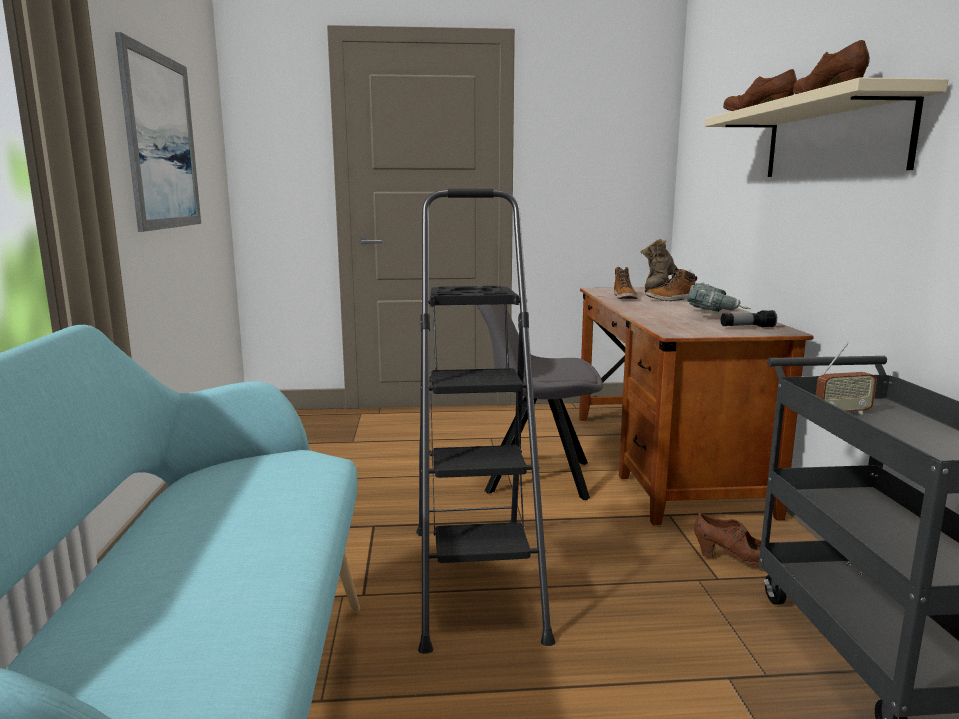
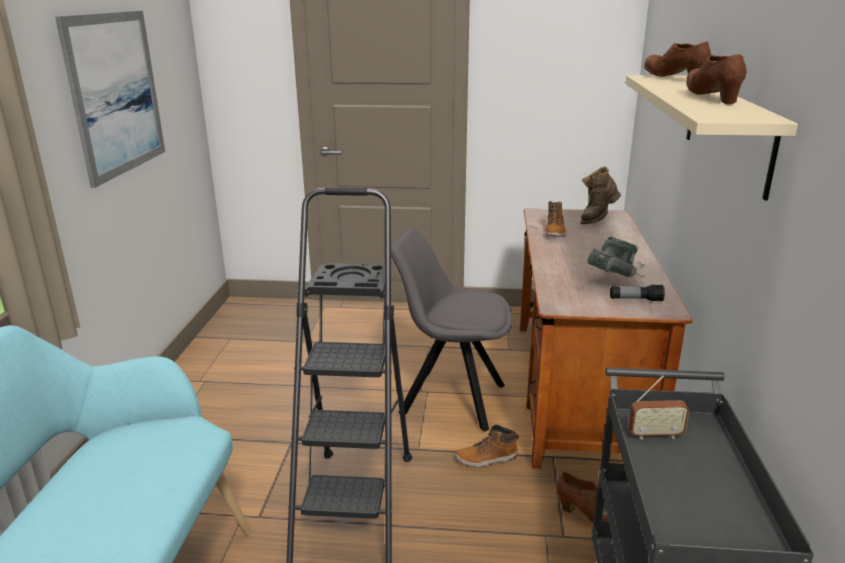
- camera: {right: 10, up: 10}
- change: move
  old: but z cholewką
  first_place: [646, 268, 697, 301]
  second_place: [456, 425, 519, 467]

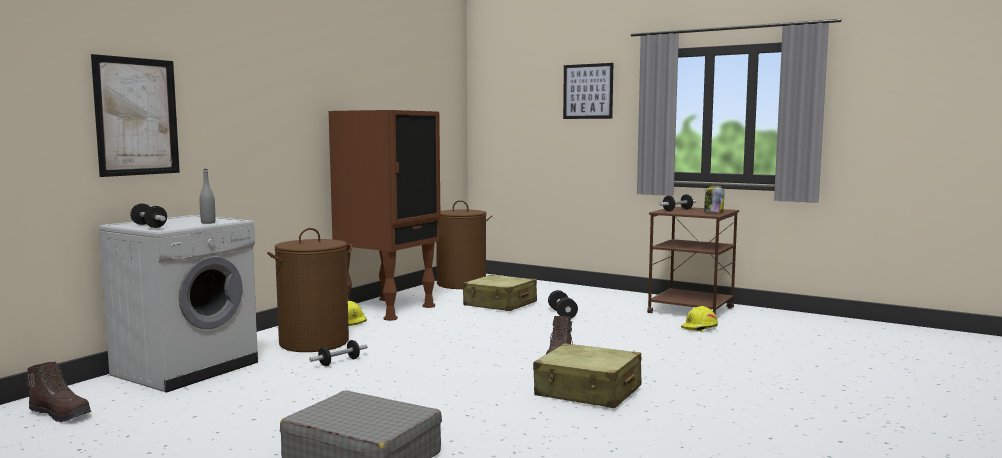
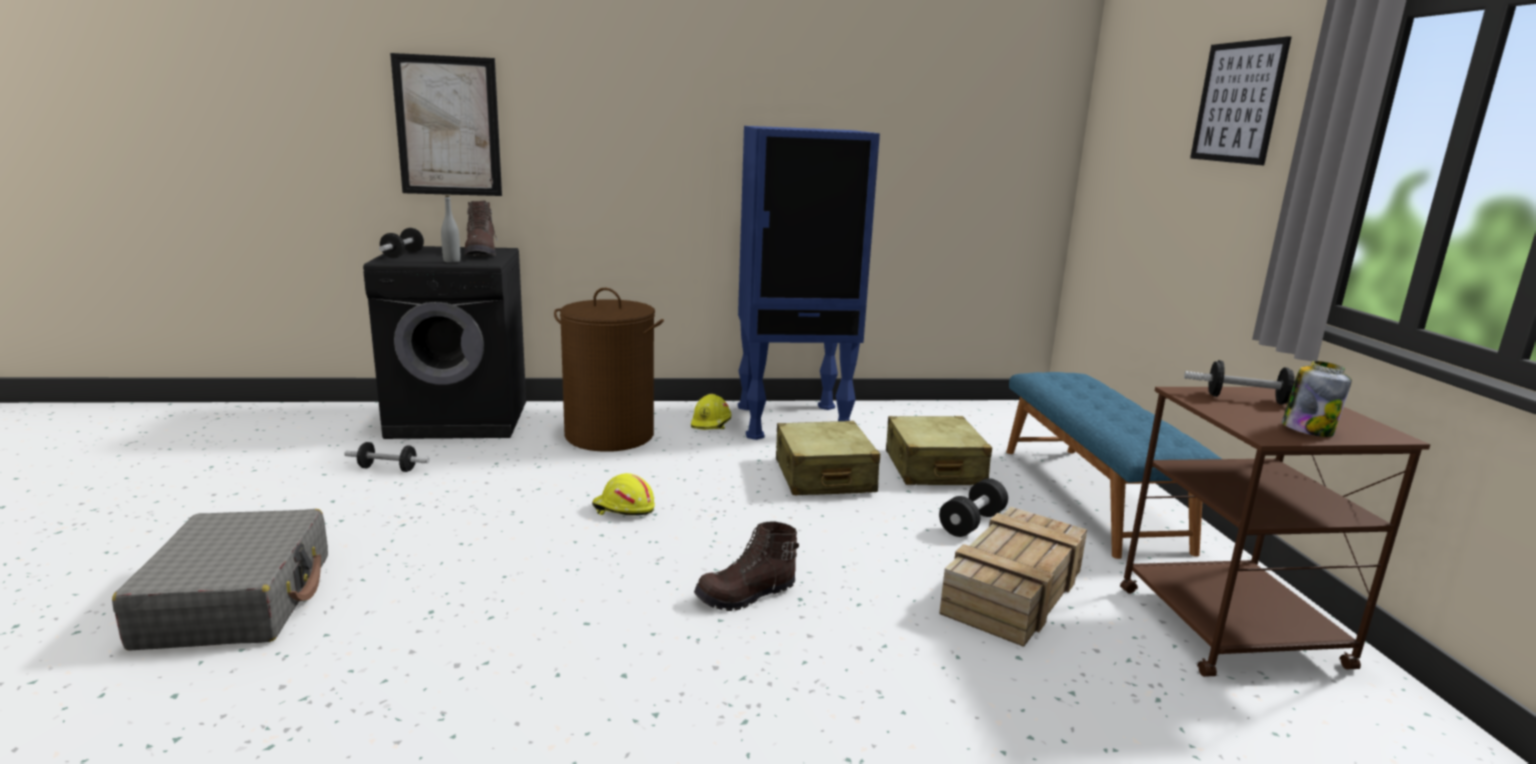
- camera: {right: 50, up: 10}
- change: move
  old: hantel
  first_place: [309, 340, 367, 366]
  second_place: [344, 442, 430, 472]
- change: recolor
  old: pralka (biały)
  new: pralka (czarny)
  first_place: [99, 215, 258, 393]
  second_place: [363, 246, 526, 439]
- change: move
  old: but z cholewką (brązowy)
  first_place: [25, 361, 91, 422]
  second_place: [465, 201, 498, 256]
- change: move
  old: kask (żółty)
  first_place: [681, 306, 718, 332]
  second_place: [592, 473, 655, 515]
- change: recolor
  old: szafka (brązowy)
  new: szafka (niebieski)
  first_place: [329, 110, 440, 321]
  second_place: [738, 126, 880, 440]
- change: move
  old: walizka (beżowy)
  first_place: [533, 343, 642, 408]
  second_place: [776, 421, 880, 495]
- change: insert
  new: skrzynka
  second_place: [939, 507, 1087, 647]
- change: insert
  new: ławka (niebieski)
  second_place: [1006, 372, 1222, 559]
- change: delete
  old: kosz na pranie (brązowy)
  first_place: [436, 200, 492, 289]

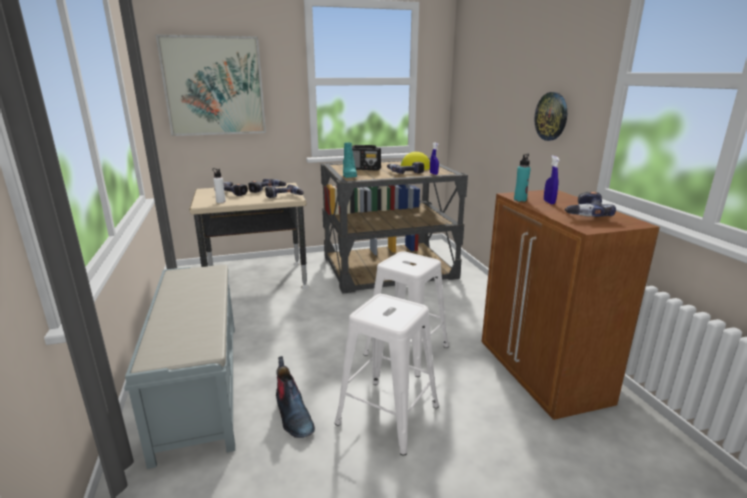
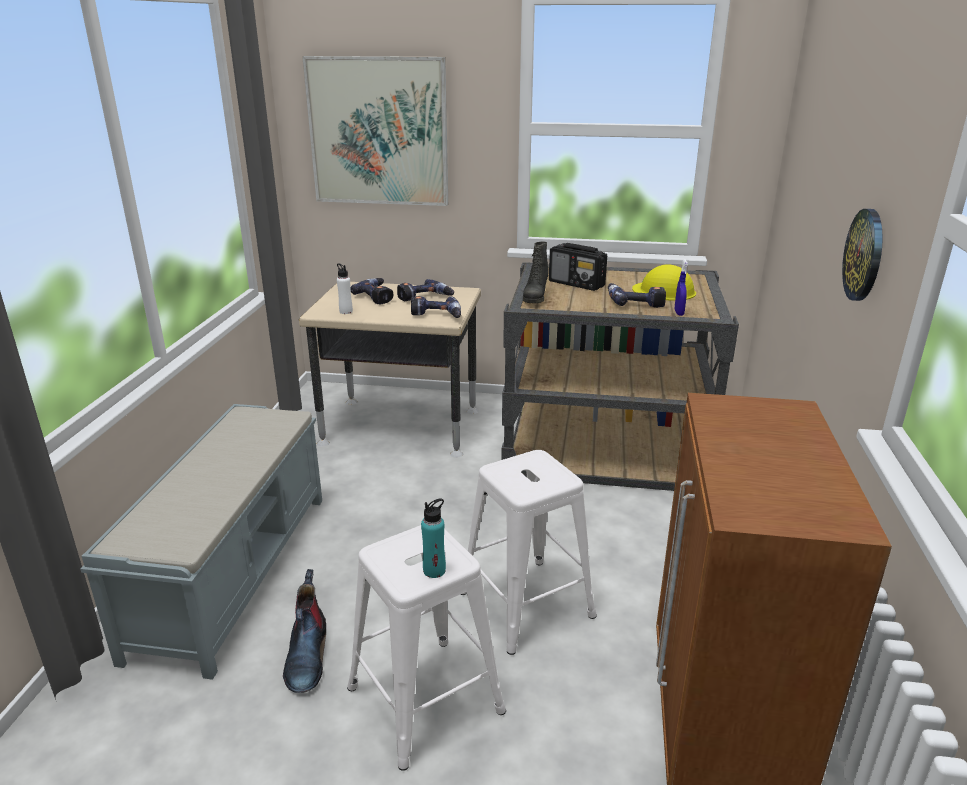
- camera: {right: 25, up: 5}
- change: move
  old: butelka (turkusowy)
  first_place: [514, 153, 531, 202]
  second_place: [421, 498, 446, 578]
- change: recolor
  old: but z cholewką (turkusowy)
  new: but z cholewką (czarny)
  first_place: [343, 143, 357, 178]
  second_place: [523, 241, 549, 303]
- change: delete
  old: spryskiwacz (niebieski)
  first_place: [544, 156, 559, 204]
- change: delete
  old: wiertarka
  first_place: [565, 192, 616, 217]

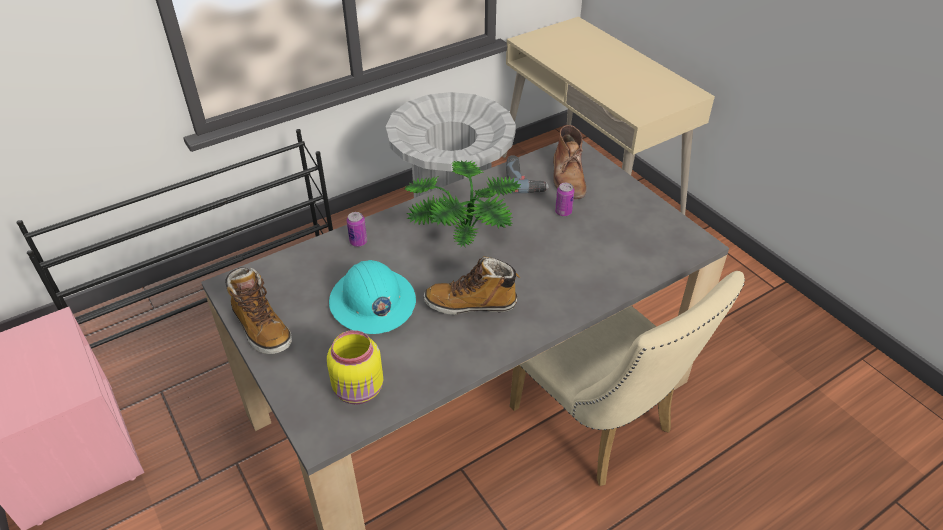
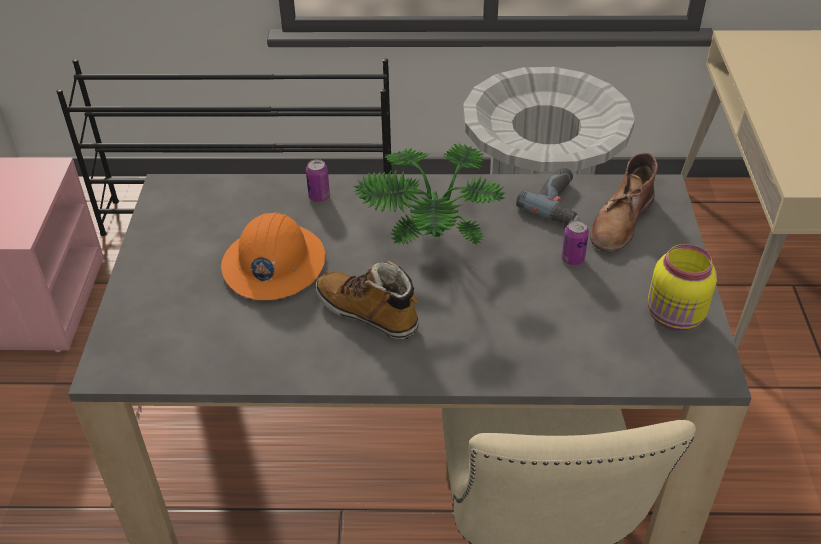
- camera: {right: 35, up: 0}
- change: recolor
  old: kask (turkusowy)
  new: kask (pomarańczowy)
  first_place: [329, 260, 416, 334]
  second_place: [221, 213, 325, 300]
- change: move
  old: słoik (żółty)
  first_place: [327, 330, 383, 405]
  second_place: [648, 244, 717, 331]
- change: delete
  old: but z cholewką
  first_place: [225, 267, 292, 354]

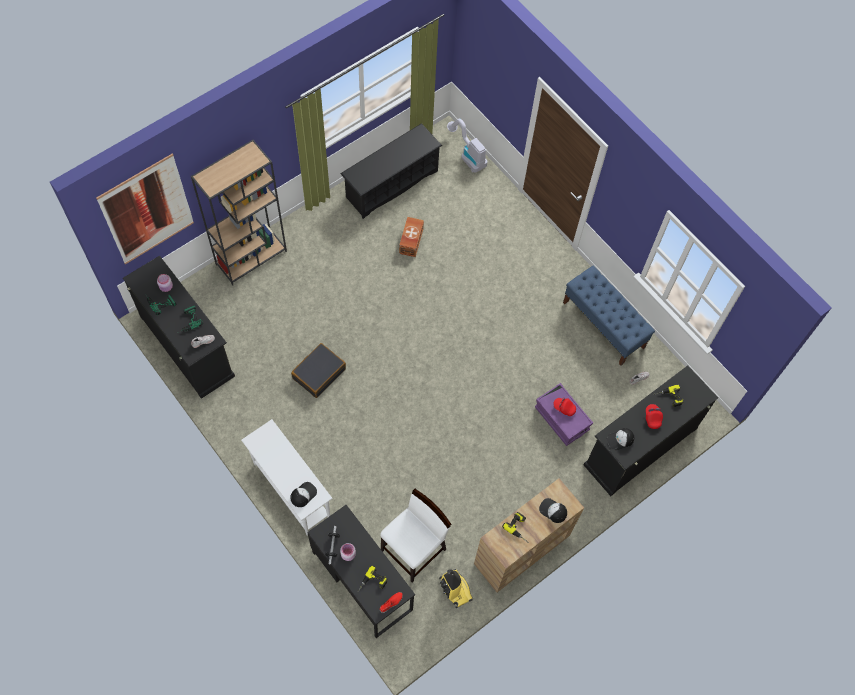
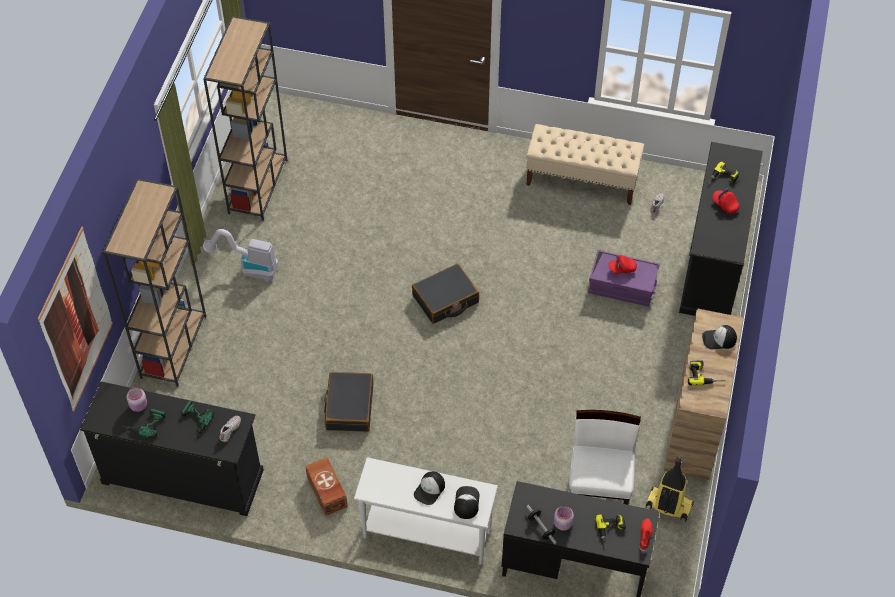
- camera: {right: -35, up: -10}
- change: replace
  old: regał na buty (czarny)
  new: regał
  first_place: [340, 123, 442, 219]
  second_place: [203, 16, 287, 221]
- change: move
  old: odkurzacz
  first_place: [447, 119, 487, 173]
  second_place: [203, 229, 279, 282]
- change: move
  old: pojemnik do przechowywania (brązowy)
  first_place: [399, 217, 424, 257]
  second_place: [305, 457, 348, 516]
- change: insert
  new: walizka (czarny)
  second_place: [412, 263, 479, 324]
- change: move
  old: czapka z daszkiem
  first_place: [607, 428, 634, 450]
  second_place: [414, 471, 445, 505]
- change: recolor
  old: ławka (niebieski)
  new: ławka (beżowy)
  first_place: [563, 265, 655, 366]
  second_place: [526, 124, 644, 205]

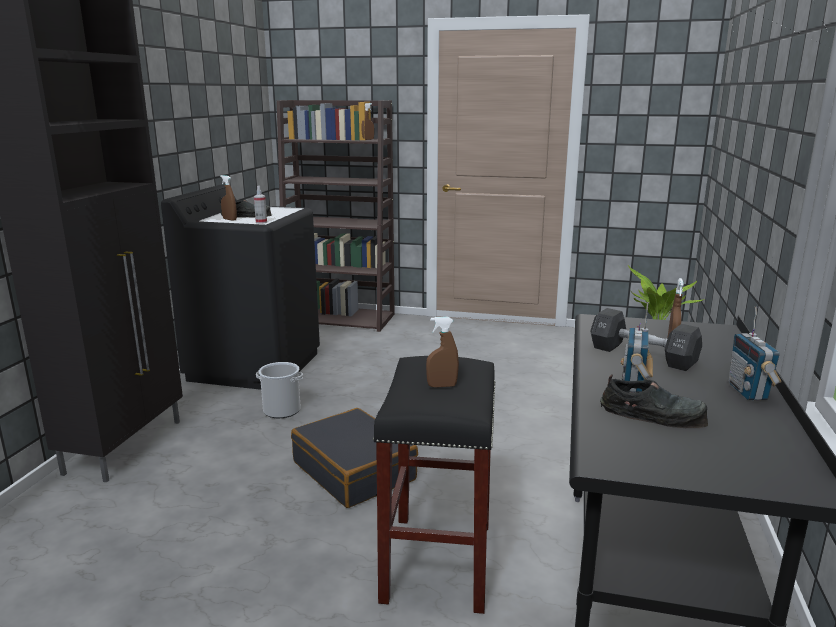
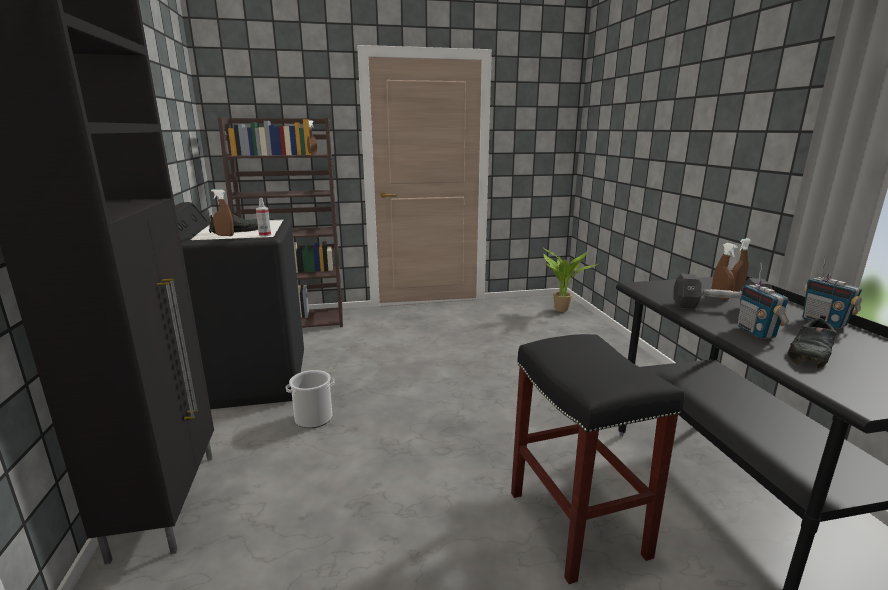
- camera: {right: -25, up: 0}
- change: move
  old: spryskiwacz (brązowy)
  first_place: [426, 317, 459, 387]
  second_place: [731, 238, 751, 292]
- change: rotate
  old: but (czarny)
  first_place: [600, 374, 708, 428]
  second_place: [788, 315, 837, 369]
  degrees: 135
- change: delete
  old: walizka (czarny)
  first_place: [291, 408, 418, 508]

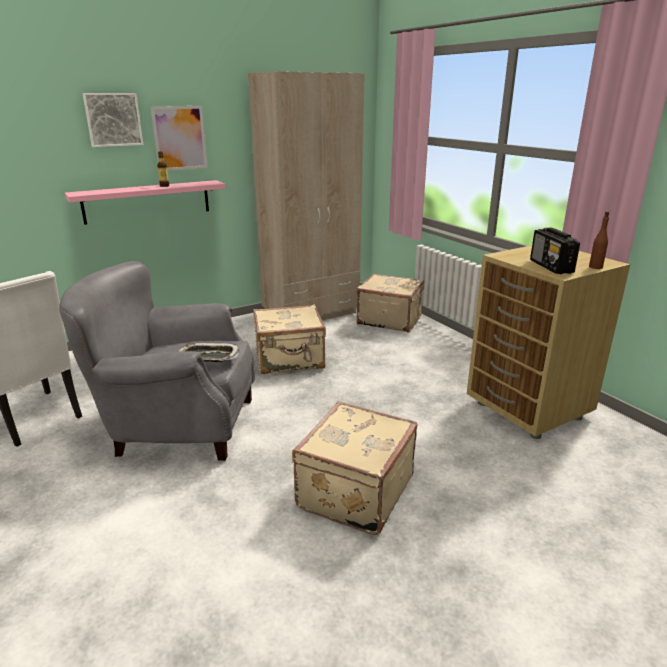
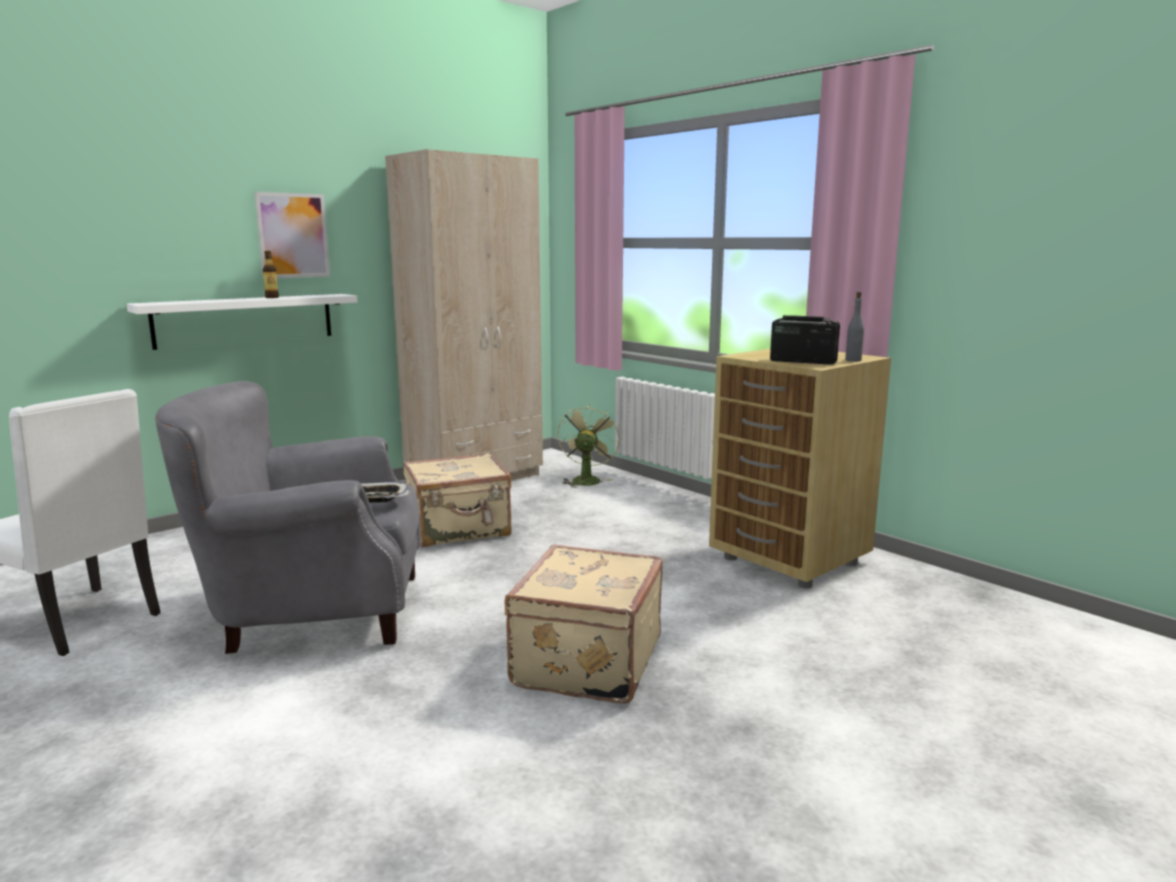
- camera: {right: -10, up: -10}
- change: recolor
  old: półka (różowy)
  new: półka (biały)
  first_place: [65, 180, 226, 225]
  second_place: [127, 294, 357, 350]
- change: replace
  old: walizka (beżowy)
  new: wentylator (zielony)
  first_place: [357, 273, 424, 333]
  second_place: [557, 407, 620, 488]
- change: rotate
  old: radio
  first_place: [530, 227, 580, 274]
  second_place: [770, 315, 840, 365]
  degrees: 135
- change: recolor
  old: butelka (brązowy)
  new: butelka (szary)
  first_place: [589, 212, 609, 269]
  second_place: [845, 292, 864, 362]
- change: delete
  old: obraz
  first_place: [83, 93, 143, 147]

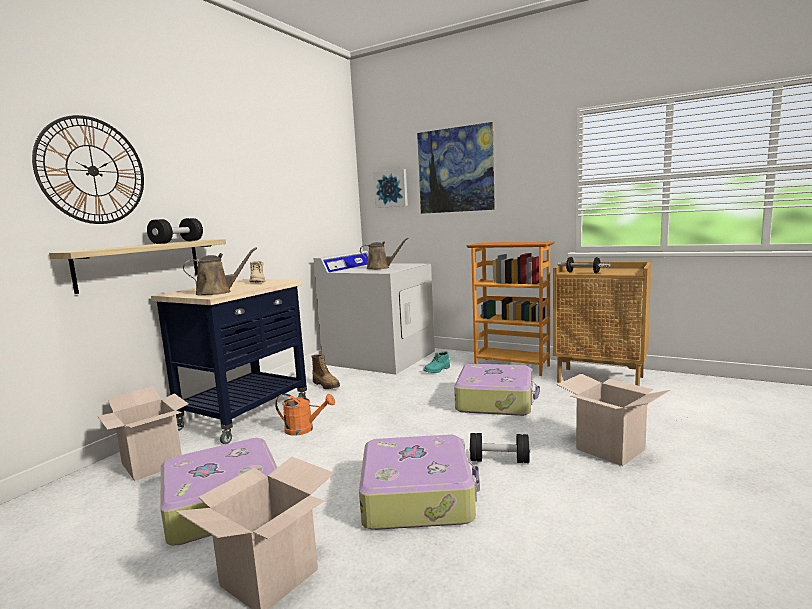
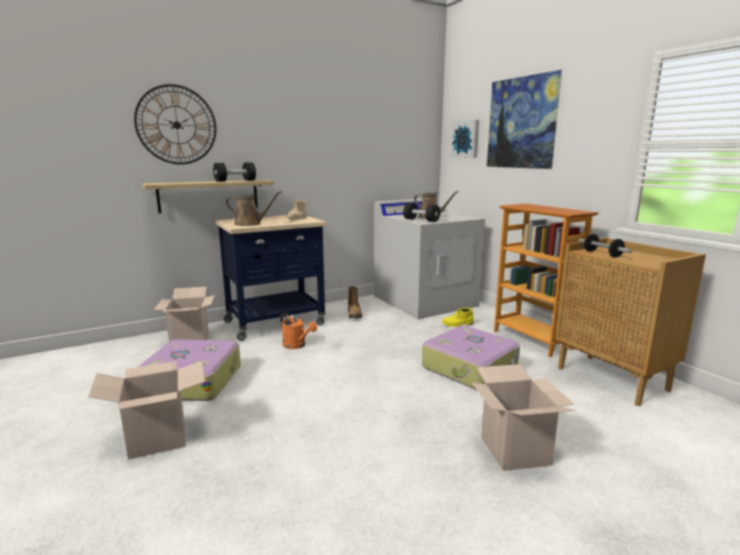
- camera: {right: 30, up: 5}
- change: move
  old: hantel (czarny)
  first_place: [469, 433, 530, 463]
  second_place: [403, 203, 440, 222]
- change: recolor
  old: but z cholewką (turkusowy)
  new: but z cholewką (żółty)
  first_place: [423, 351, 450, 373]
  second_place: [442, 308, 474, 327]
- change: delete
  old: walizka
  first_place: [359, 435, 480, 530]

